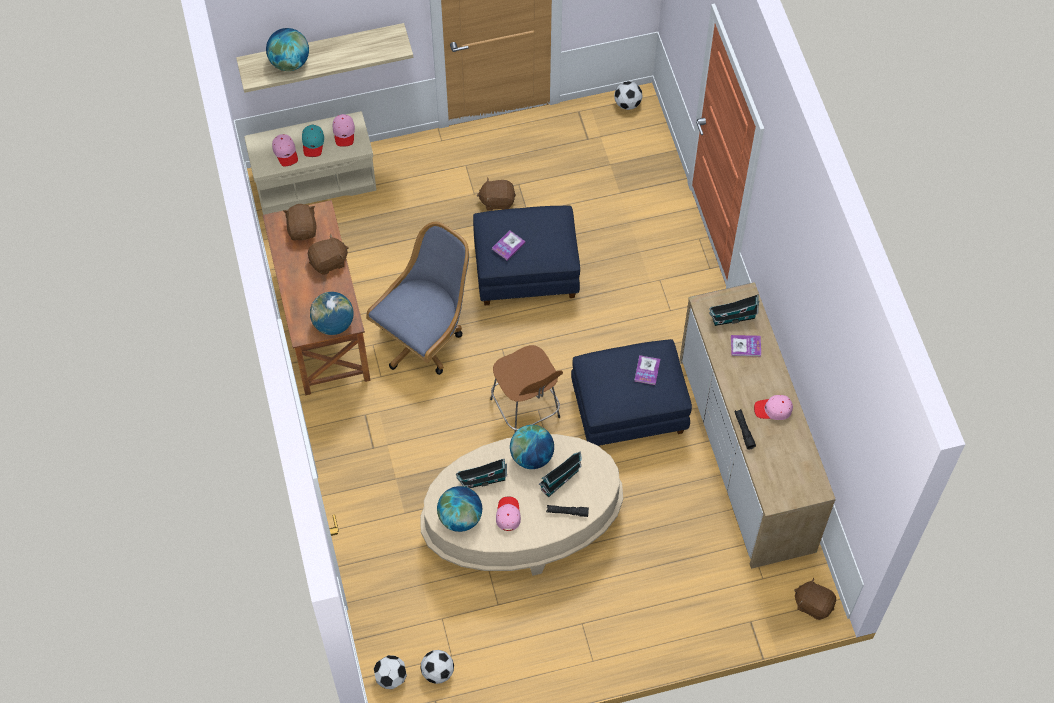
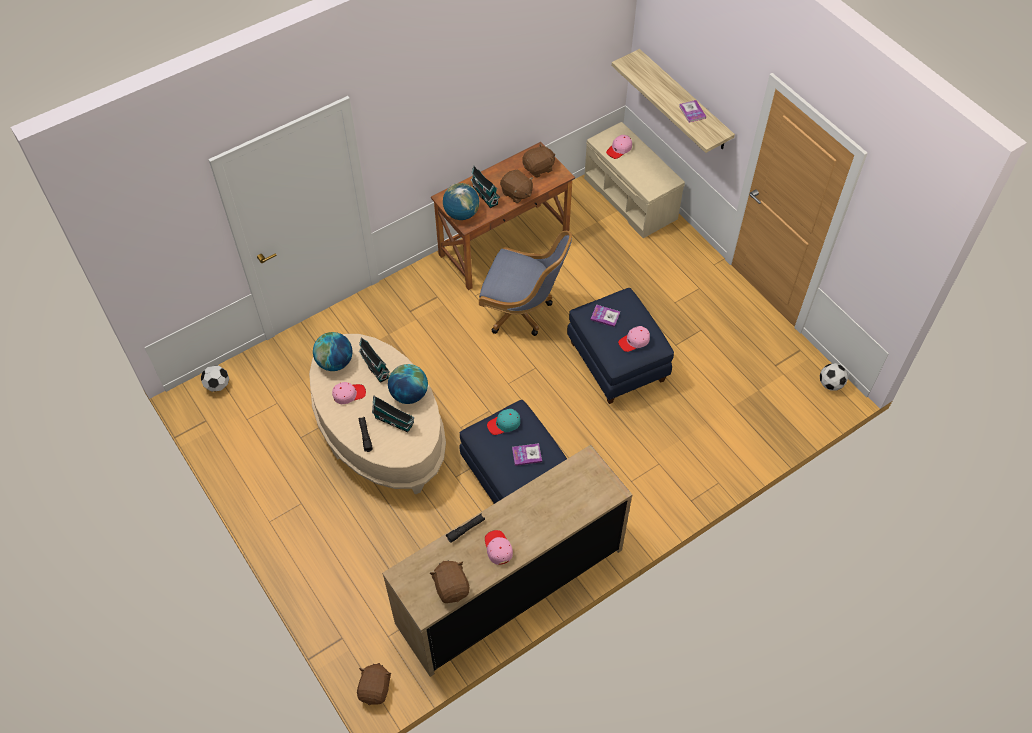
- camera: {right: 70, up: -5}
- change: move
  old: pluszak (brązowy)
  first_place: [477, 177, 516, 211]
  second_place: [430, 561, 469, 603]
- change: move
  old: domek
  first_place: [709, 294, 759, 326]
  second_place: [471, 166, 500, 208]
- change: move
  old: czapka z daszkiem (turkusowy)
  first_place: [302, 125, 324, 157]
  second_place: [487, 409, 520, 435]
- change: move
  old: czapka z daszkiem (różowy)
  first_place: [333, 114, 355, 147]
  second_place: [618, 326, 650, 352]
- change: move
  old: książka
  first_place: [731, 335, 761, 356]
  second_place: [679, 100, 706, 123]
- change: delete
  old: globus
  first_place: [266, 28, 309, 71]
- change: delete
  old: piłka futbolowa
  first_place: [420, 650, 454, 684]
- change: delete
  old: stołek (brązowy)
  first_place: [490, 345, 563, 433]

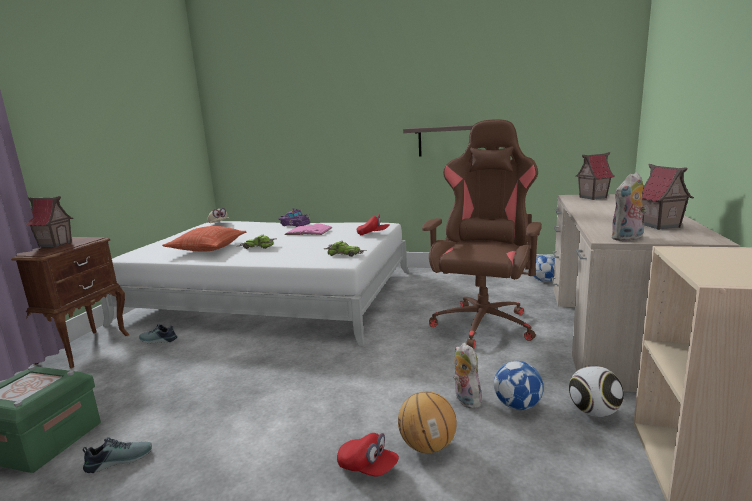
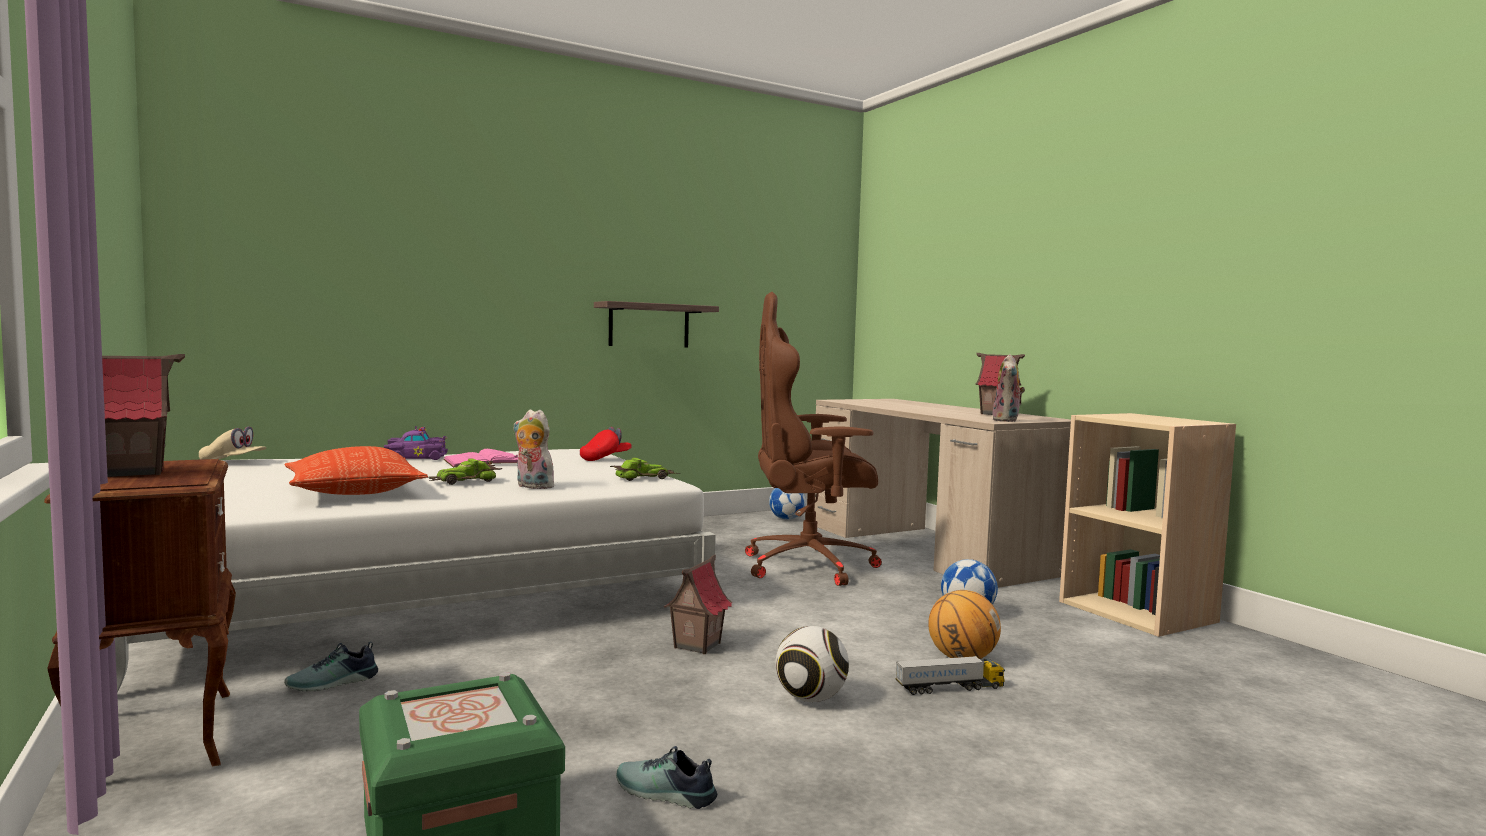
- camera: {right: -45, up: -10}
- change: move
  old: pluszak
  first_place: [453, 343, 482, 409]
  second_place: [513, 410, 554, 489]
- change: rotate
  old: but
  first_place: [83, 437, 152, 473]
  second_place: [616, 746, 717, 809]
  degrees: -90
- change: move
  old: domek
  first_place: [575, 152, 615, 200]
  second_place: [663, 555, 732, 654]
- change: rotate
  old: krzesło biurowe (brązowy)
  first_place: [422, 119, 542, 349]
  second_place: [745, 292, 882, 586]
  degrees: -75
- change: move
  old: piłka futbolowa
  first_place: [569, 365, 624, 417]
  second_place: [775, 626, 849, 702]
- change: replace
  old: czapka z daszkiem (czerwony)
  new: ciężarówka zabawkowa
  first_place: [337, 433, 399, 477]
  second_place: [895, 656, 1005, 695]

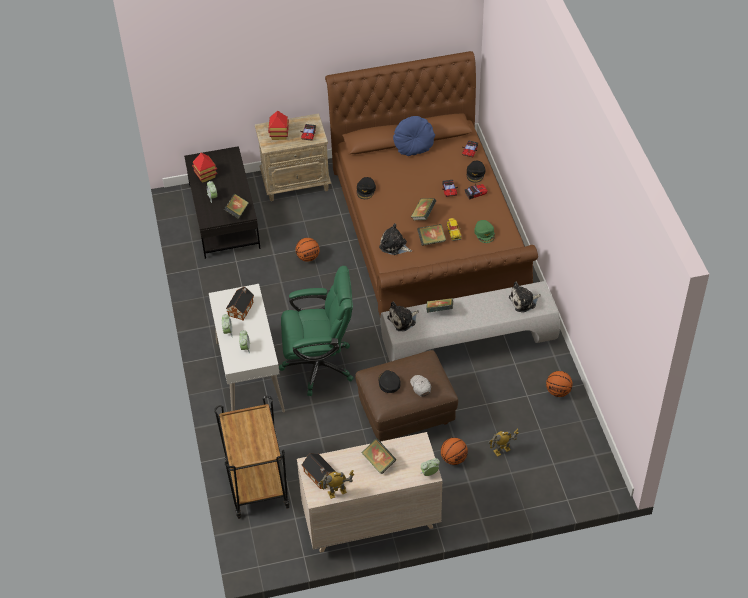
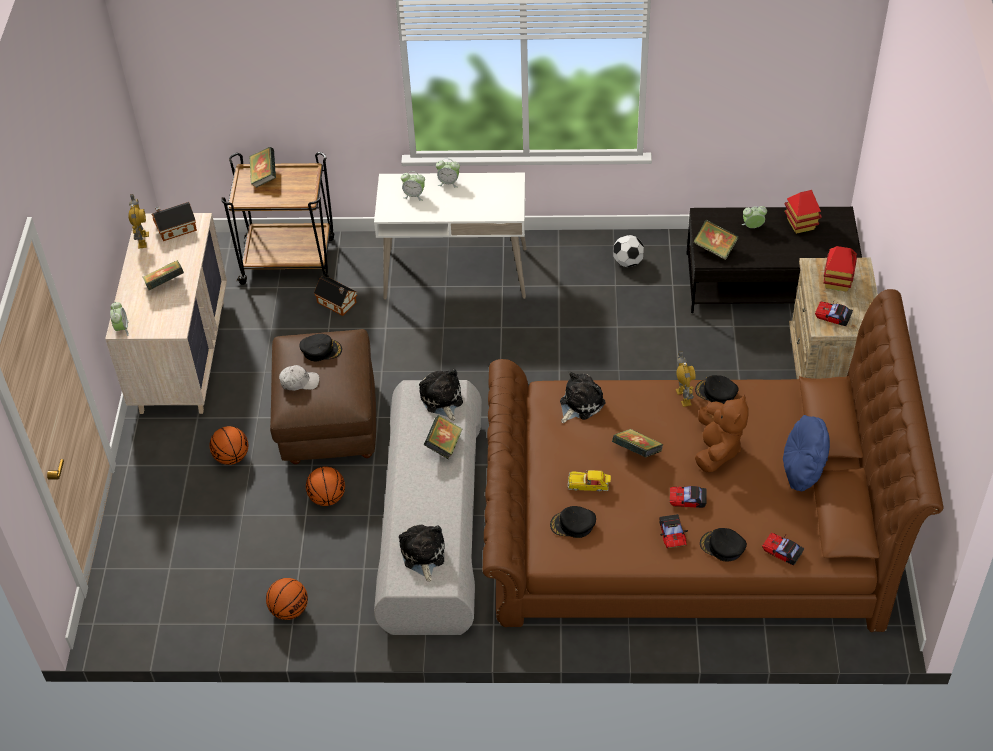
- camera: {right: 105, up: 0}
- change: move
  old: książka
  first_place: [417, 224, 446, 246]
  second_place: [249, 147, 276, 188]
- change: move
  old: piłka do koszykówki
  first_place: [296, 238, 319, 262]
  second_place: [306, 467, 345, 506]
- change: move
  old: domek
  first_place: [226, 287, 254, 320]
  second_place: [314, 277, 357, 316]
- change: recolor
  old: czapka z daszkiem (zielony)
  new: czapka z daszkiem (czarny)
  first_place: [474, 220, 495, 243]
  second_place: [550, 506, 596, 538]
- change: insert
  new: piłka futbolowa
  second_place: [613, 235, 644, 267]
- change: move
  old: robot zabawkowy
  first_place: [488, 429, 519, 457]
  second_place: [676, 351, 696, 407]
- change: insert
  new: pluszak (brązowy)
  second_place: [695, 395, 748, 472]
- change: delete
  old: krzesło biurowe (zielony)
  first_place: [279, 266, 354, 396]

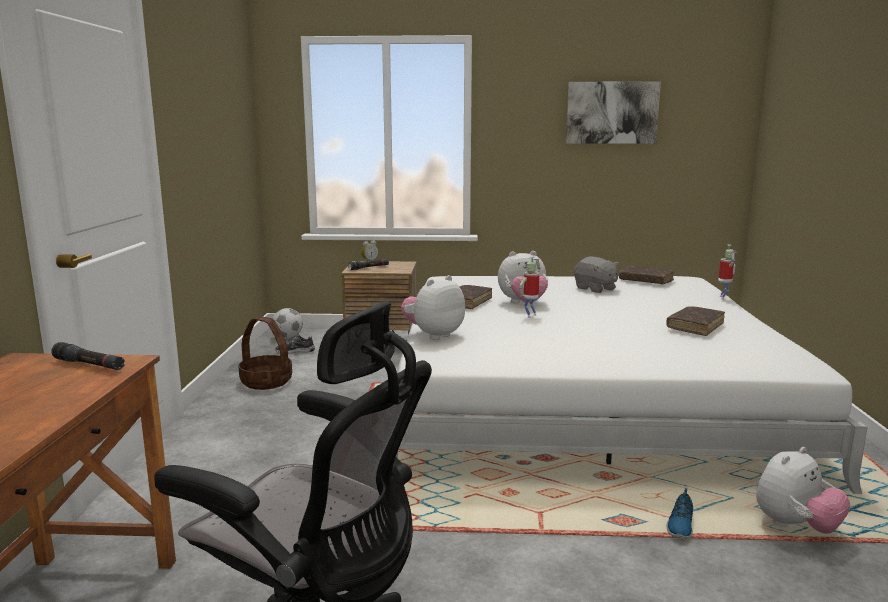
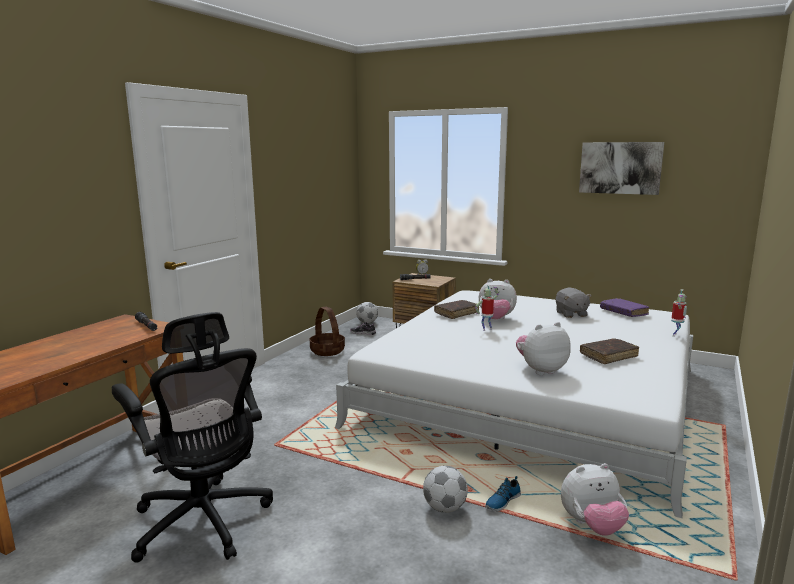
- camera: {right: 25, up: 0}
- change: insert
  new: piłka futbolowa
  second_place: [423, 466, 468, 513]
- change: move
  old: pluszak
  first_place: [401, 275, 465, 340]
  second_place: [516, 322, 571, 375]
- change: recolor
  old: książka (brązowy)
  new: książka (fioletowy)
  first_place: [619, 266, 674, 284]
  second_place: [600, 298, 649, 317]

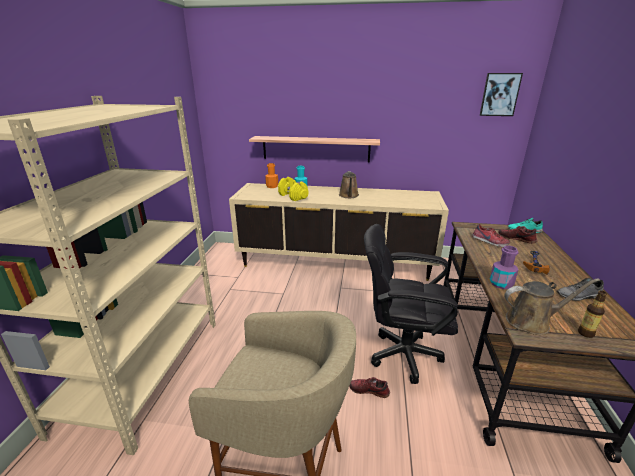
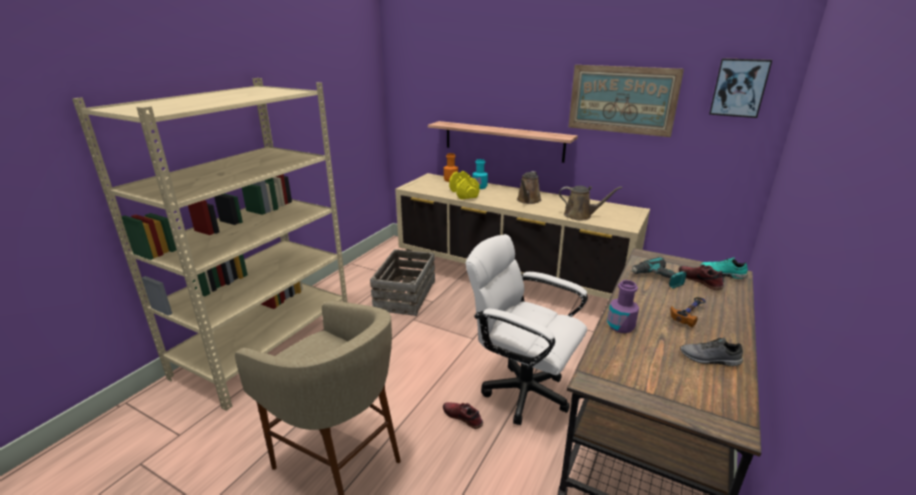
- camera: {right: 20, up: 0}
- change: insert
  new: skrzynka
  second_place: [370, 249, 435, 316]
- change: recolor
  old: krzesło biurowe (czarny)
  new: krzesło biurowe (biały)
  first_place: [364, 224, 458, 384]
  second_place: [465, 234, 588, 425]
- change: move
  old: konewka (brązowy)
  first_place: [504, 278, 600, 335]
  second_place: [559, 186, 622, 221]
- change: insert
  new: obraz
  second_place: [569, 65, 684, 137]
- change: replace
  old: but
  new: wiertarka
  first_place: [472, 224, 510, 247]
  second_place: [631, 257, 687, 288]
- change: delete
  old: butelka
  first_place: [578, 291, 607, 338]

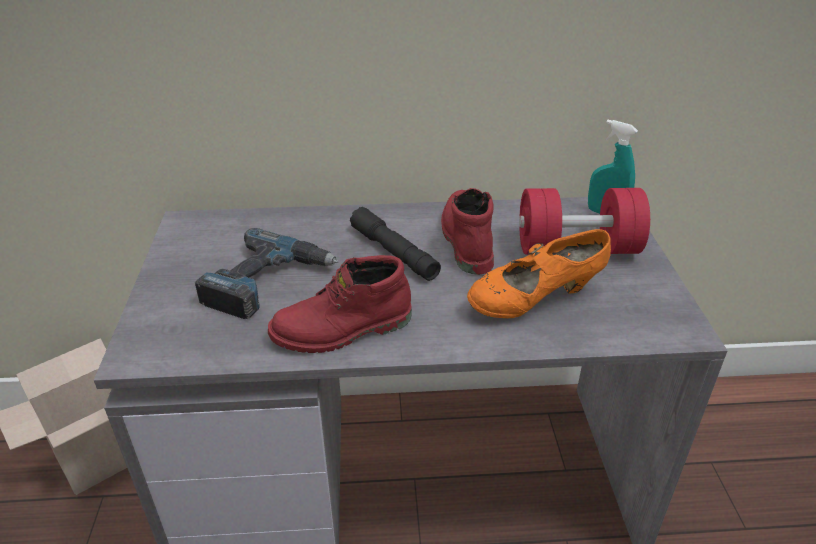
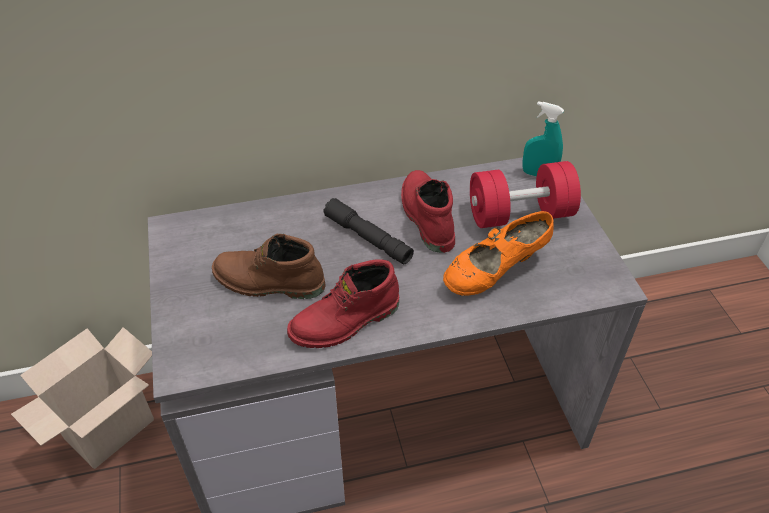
- camera: {right: -10, up: 10}
- change: replace
  old: wiertarka
  new: but z cholewką (brązowy)
  first_place: [195, 228, 339, 319]
  second_place: [212, 234, 325, 299]

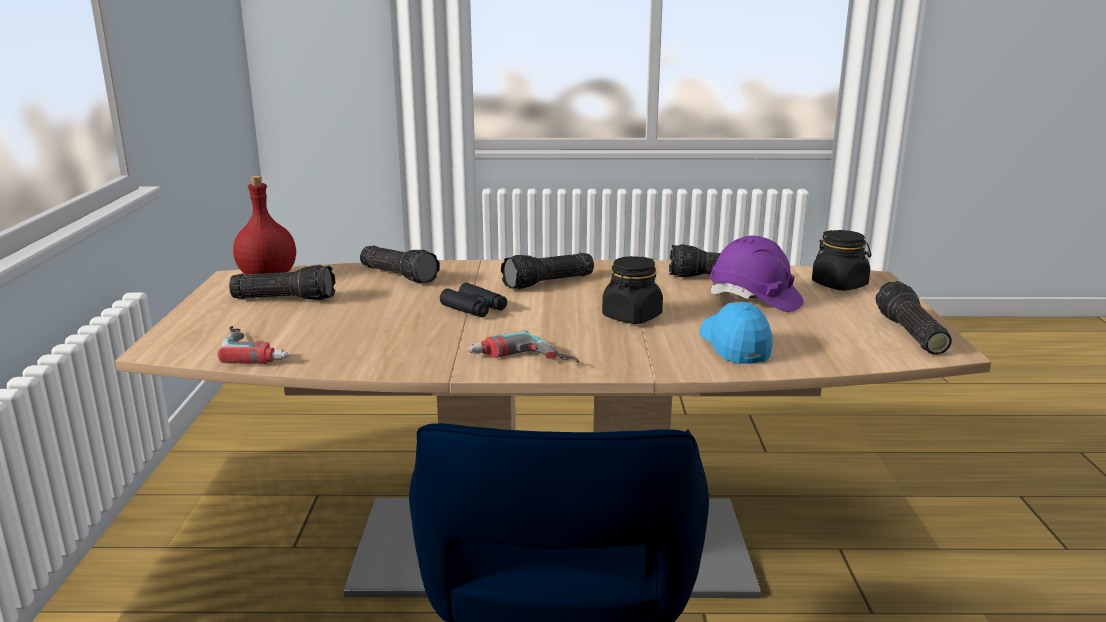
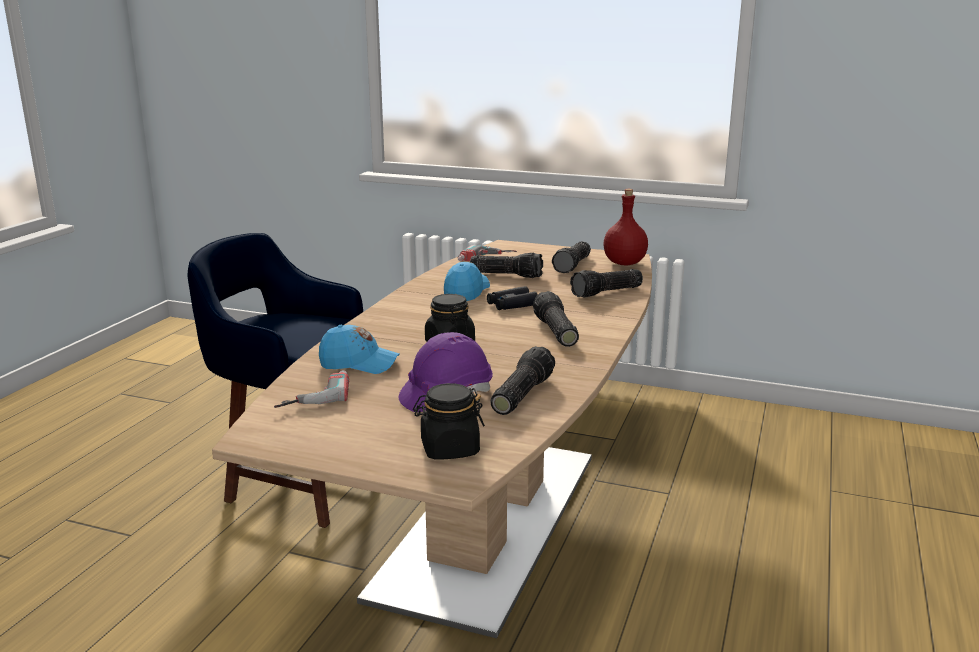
- camera: {right: 110, up: 0}
- change: move
  old: wiertarka
  first_place: [468, 330, 579, 362]
  second_place: [274, 370, 349, 408]
- change: insert
  new: czapka z daszkiem (niebieski)
  second_place: [444, 262, 490, 301]
- change: move
  old: latarka
  first_place: [876, 281, 952, 355]
  second_place: [470, 253, 543, 278]

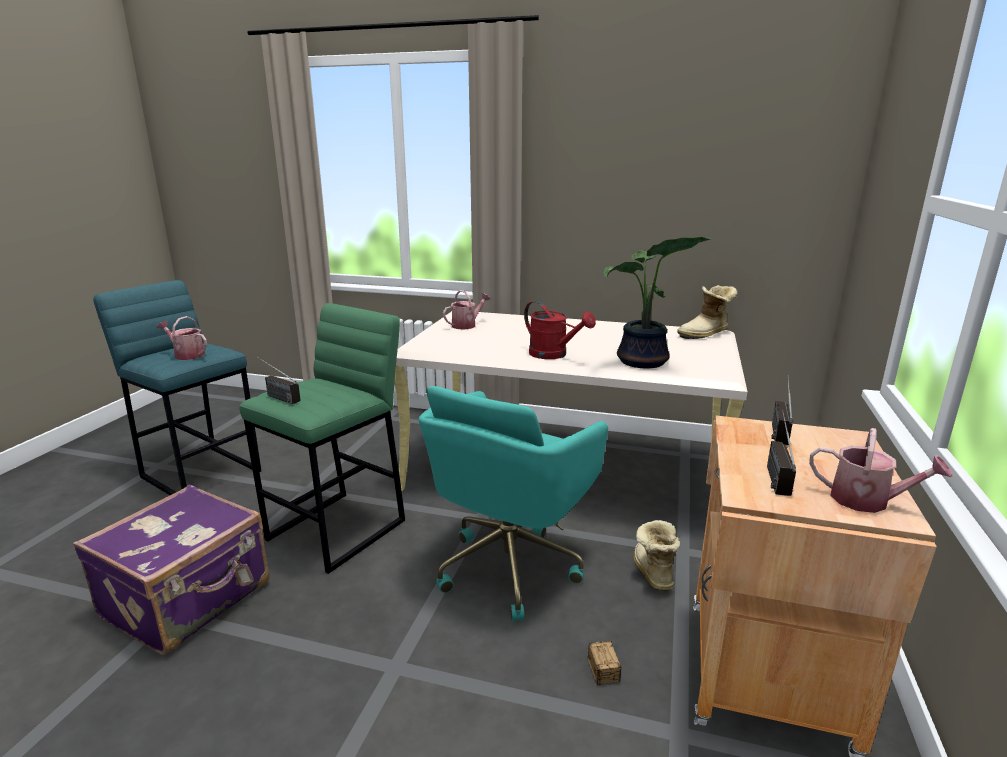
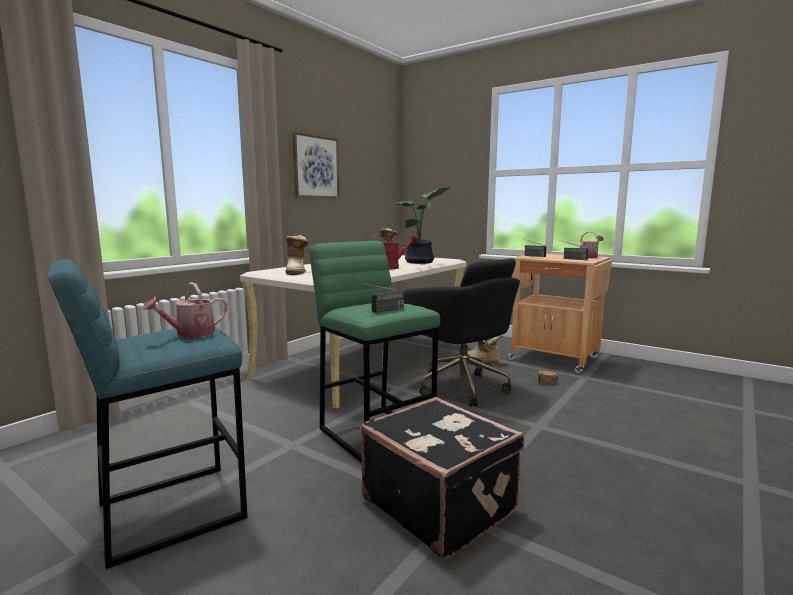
- camera: {right: -70, up: -10}
- change: replace
  old: konewka
  new: but z cholewką
  first_place: [443, 290, 491, 330]
  second_place: [285, 235, 310, 275]
- change: insert
  new: obraz
  second_place: [292, 132, 340, 198]
- change: recolor
  old: walizka (fioletowy)
  new: walizka (czarny)
  first_place: [73, 485, 270, 655]
  second_place: [361, 397, 524, 559]
- change: recolor
  old: krzesło biurowe (turkusowy)
  new: krzesło biurowe (czarny)
  first_place: [419, 386, 608, 621]
  second_place: [404, 258, 520, 407]

